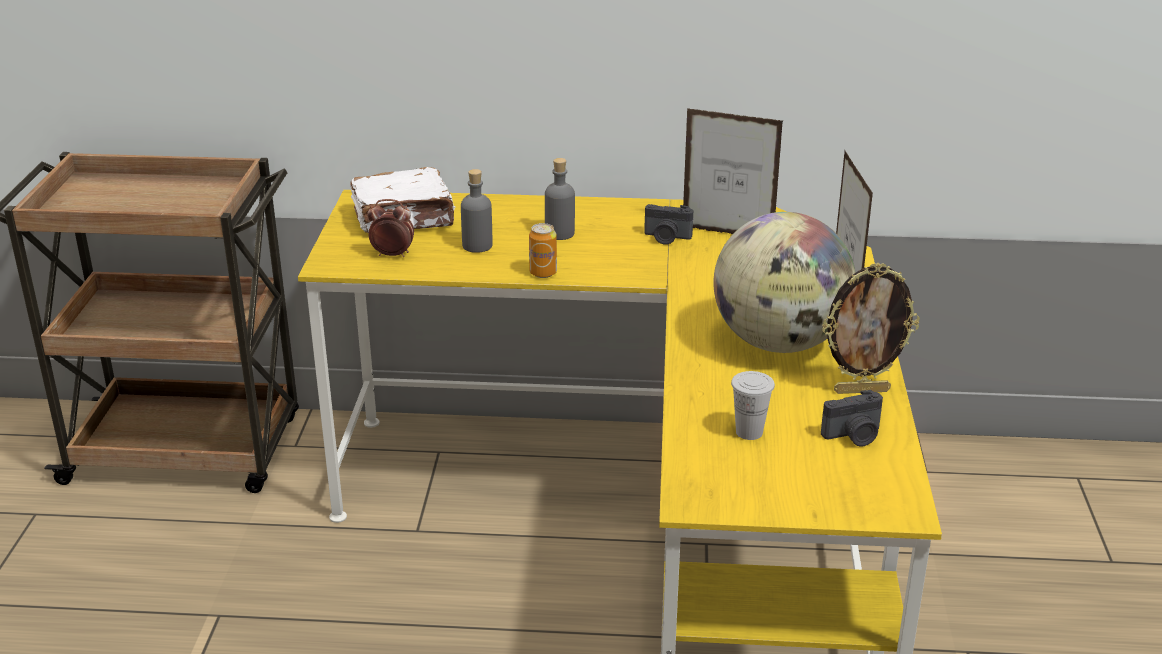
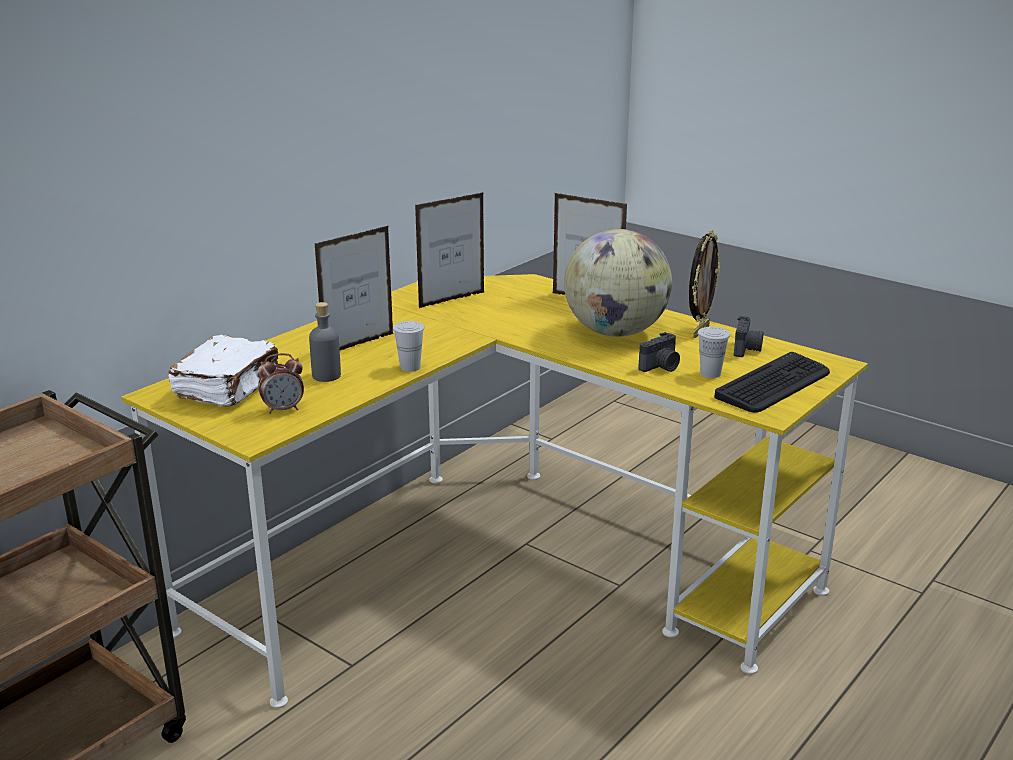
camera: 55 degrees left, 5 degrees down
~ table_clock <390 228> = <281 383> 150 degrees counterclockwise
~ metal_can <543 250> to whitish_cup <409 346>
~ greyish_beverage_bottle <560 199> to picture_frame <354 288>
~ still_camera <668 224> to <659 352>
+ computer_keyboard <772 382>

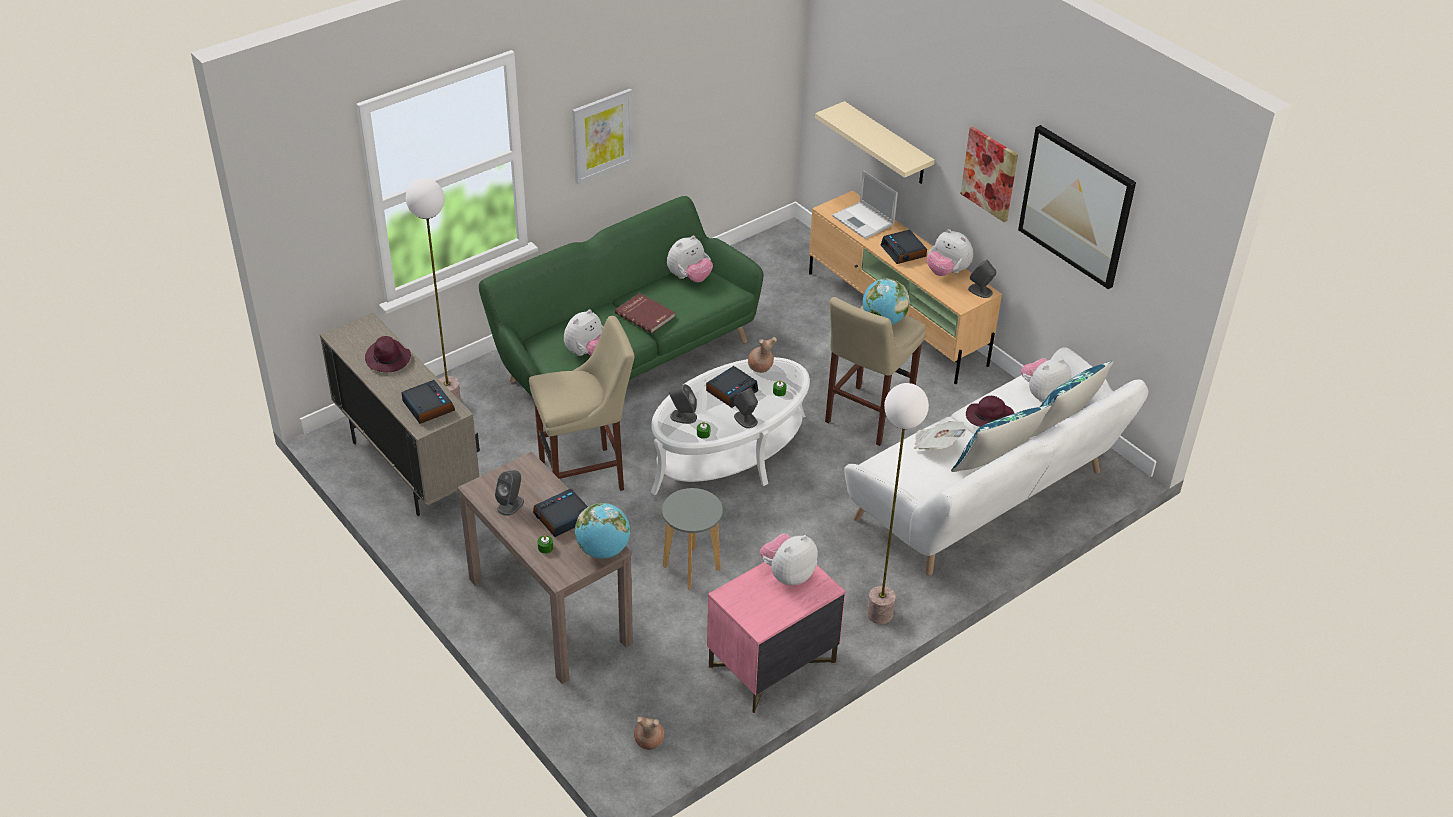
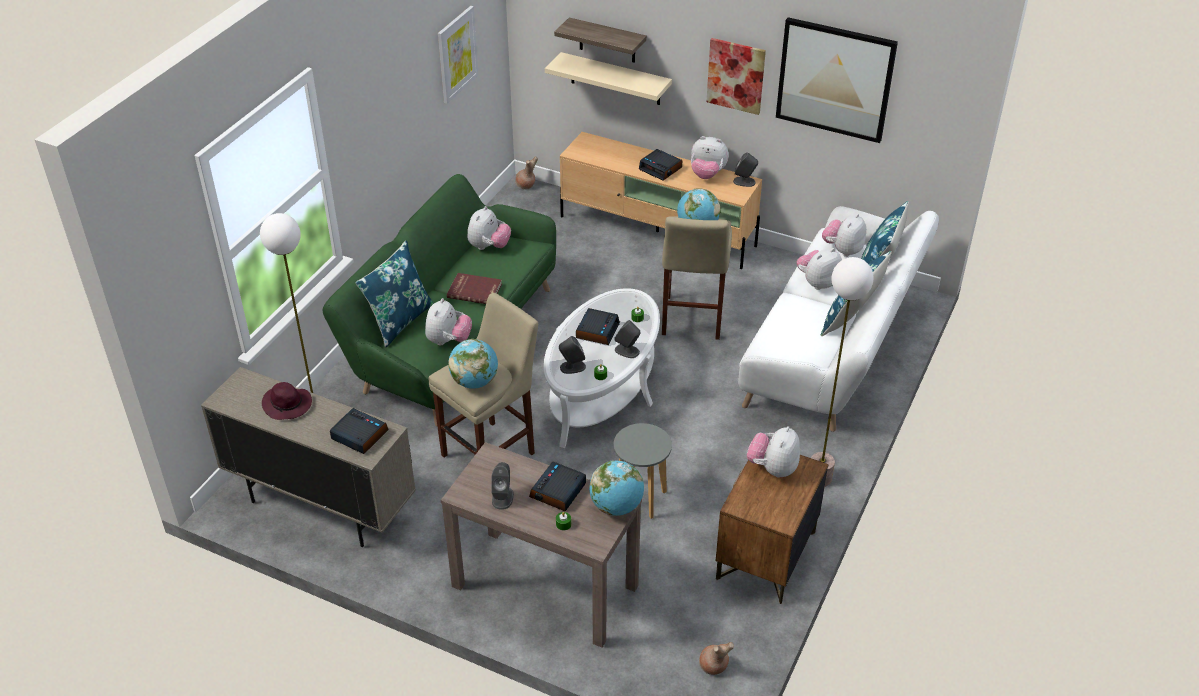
camera: 25 degrees left, 0 degrees up
~ wall_picture <603 136> to <458 55>
~ pink-coloured_night_table <776 637> to brown-coloured_night_table <772 529>
~ brown-coloured_vase <762 355> to <526 172>
- notebook_computer <865 204>
- newspaper <940 435>
~ purplish_hat <990 411> to soft_toy <819 269>
+ blue_pillow <395 294>
+ world_globe <473 364>
+ wall_shelf <600 40>

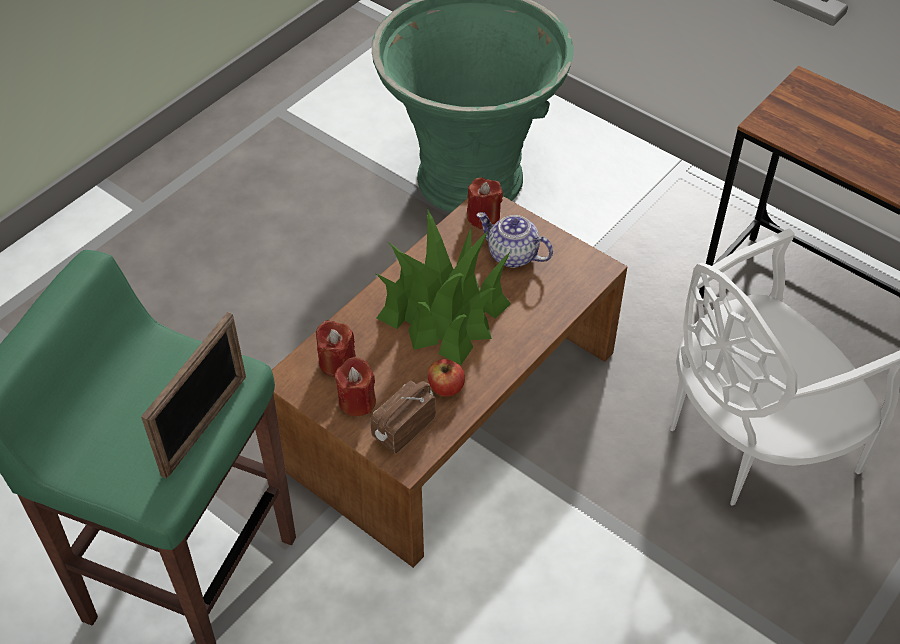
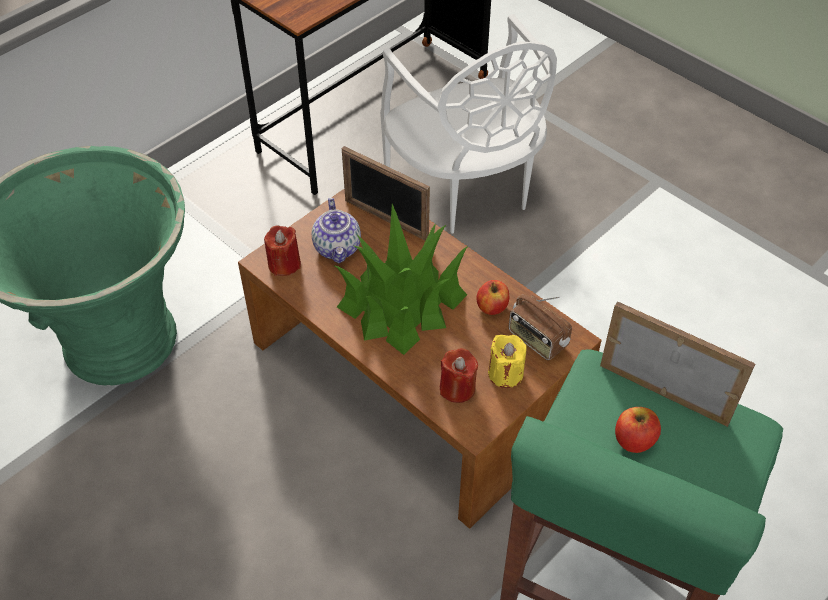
camera: 85 degrees left, 0 degrees up
~ red_candle <355 387> to yellow_candle <507 361>
~ pot_for_tea <514 240> = <336 230> 45 degrees counterclockwise
+ picture_frame <386 193>
+ apple_fruit <638 430>

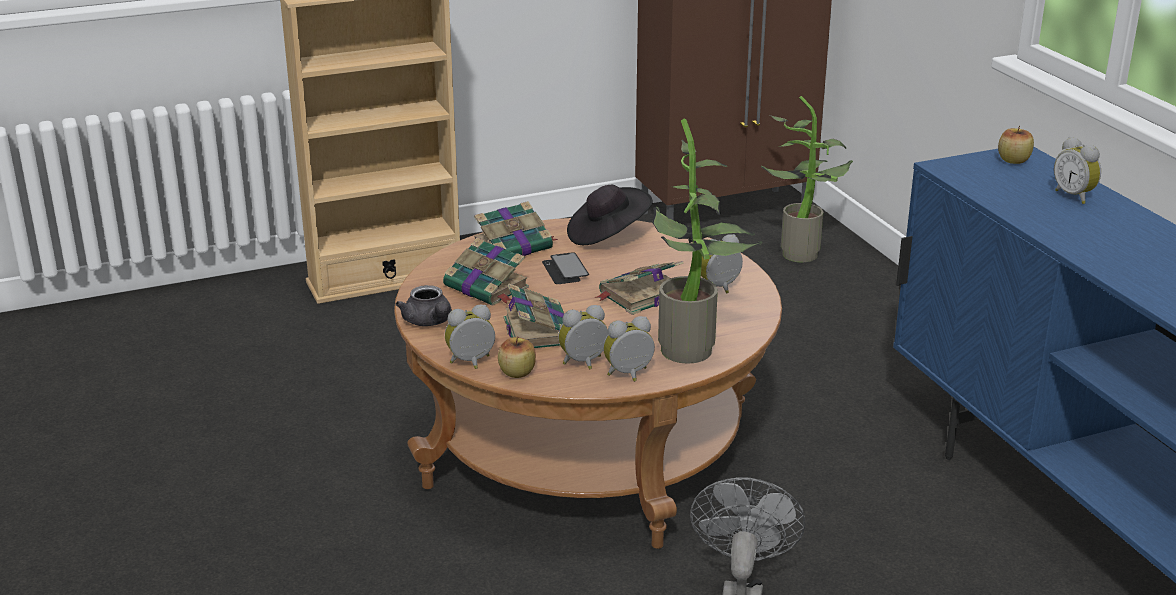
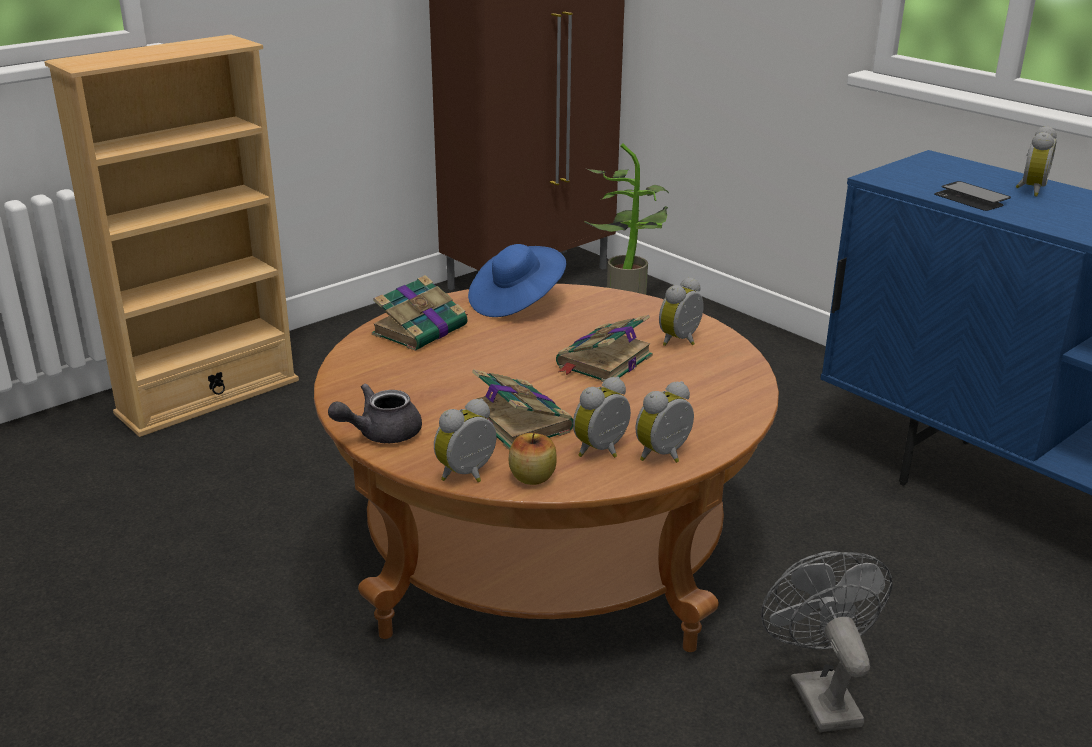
camera: 20 degrees left, 0 degrees up
~ greyish_pot_for_tea <423 305> = <375 413> 105 degrees clockwise
- book <486 272>
~ phone <565 268> to <972 196>
~ blackish_hat <610 215> to blue_hat <517 280>
- plant_in_a_pot <707 241>
- apple_fruit <1016 145>
~ table_clock <1077 170> = <1036 161> 105 degrees counterclockwise

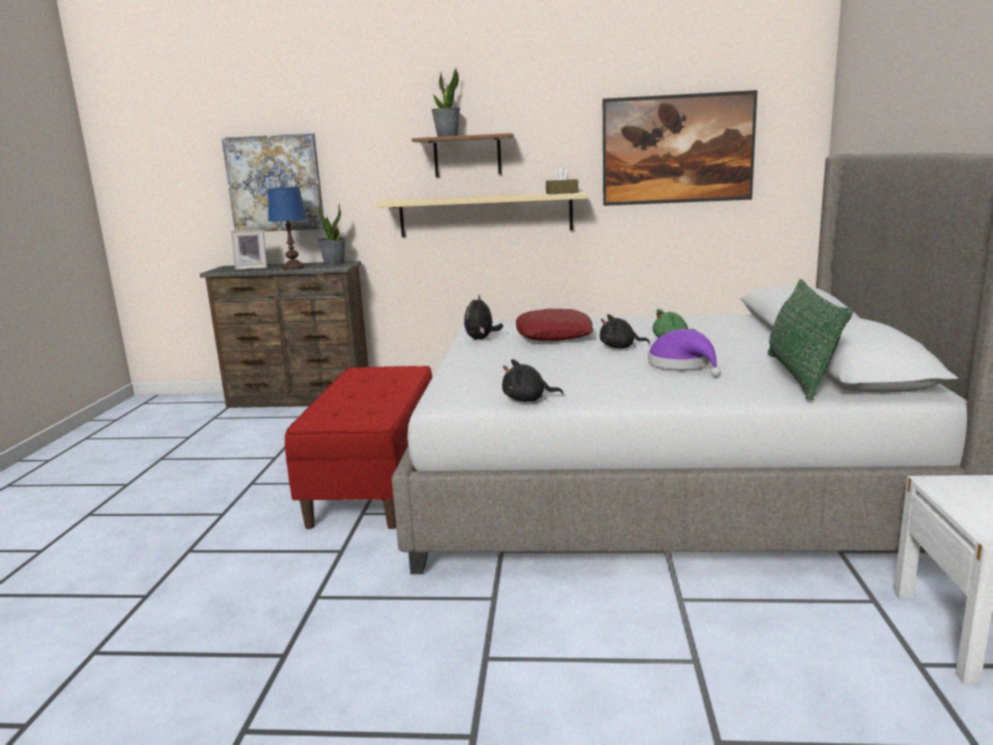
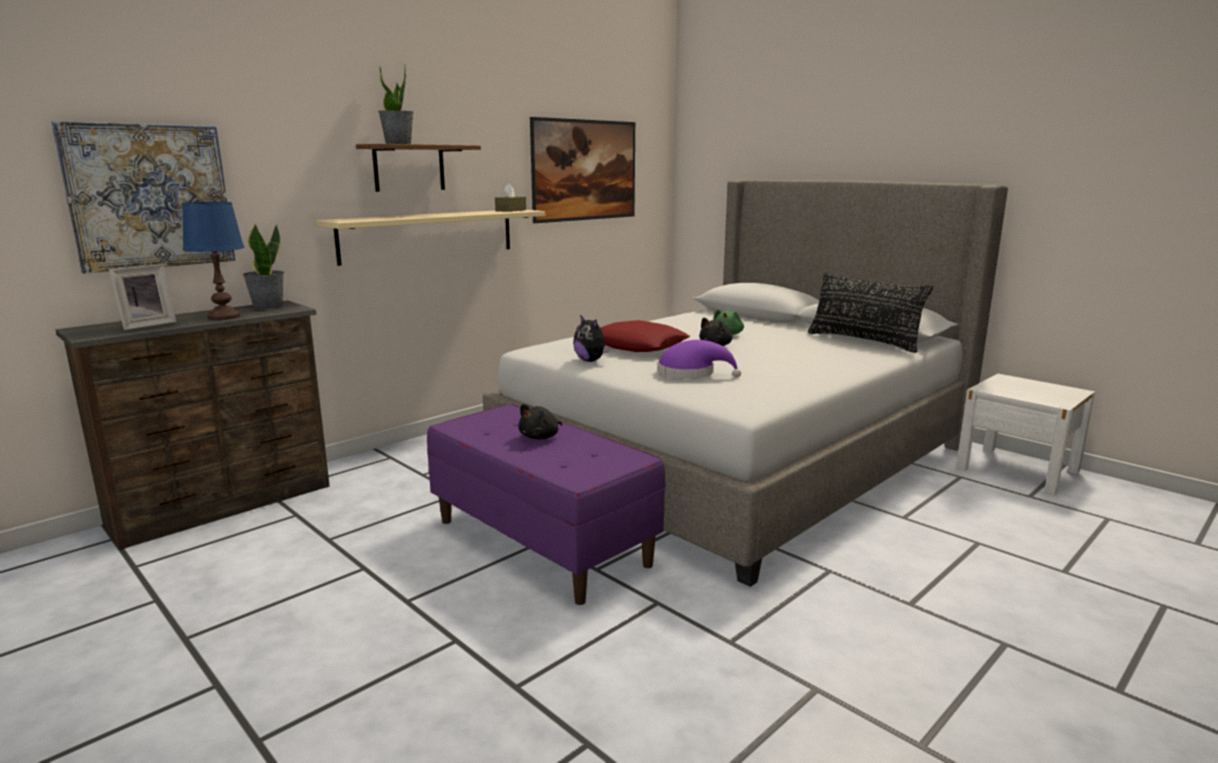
camera: 50 degrees left, 0 degrees up
~ red_bench <358 447> to purplish_bench <546 504>
~ blackish_soft_toy <533 380> to <540 421>
~ purplish_hat <684 353> to <699 359>
~ green_pillow <810 339> to blackish_pillow <870 313>

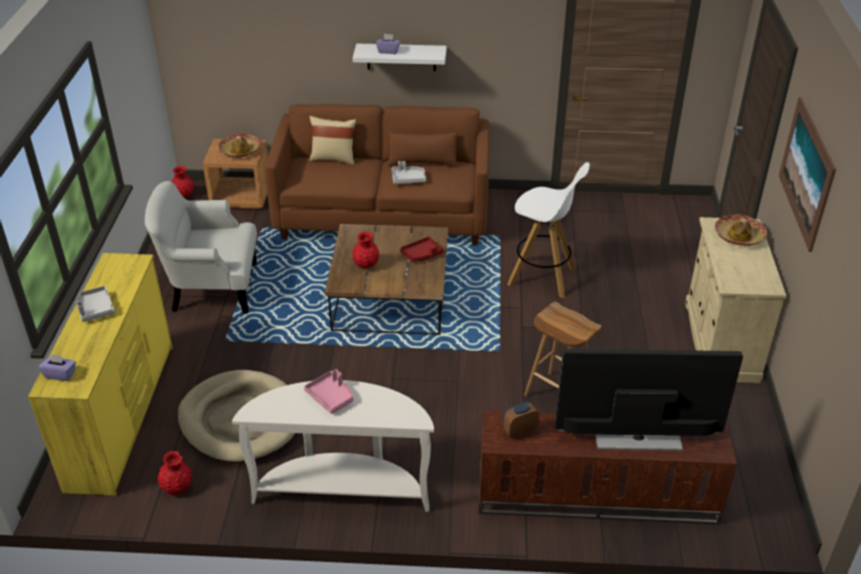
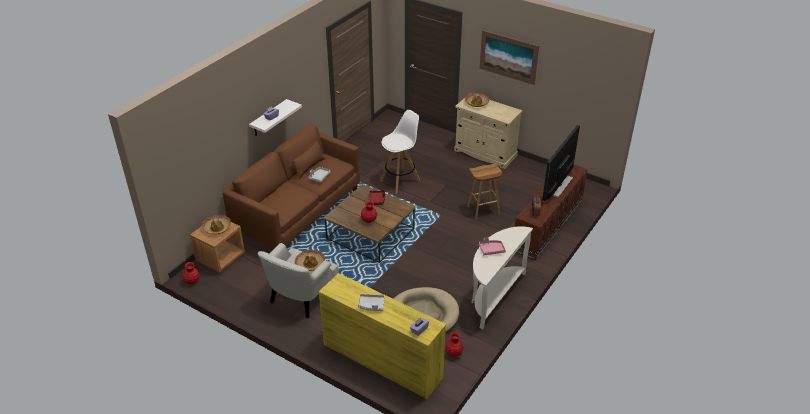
camera: 60 degrees left, 0 degrees up
- beige-coloured_pillow <332 140>
+ hat <310 260>

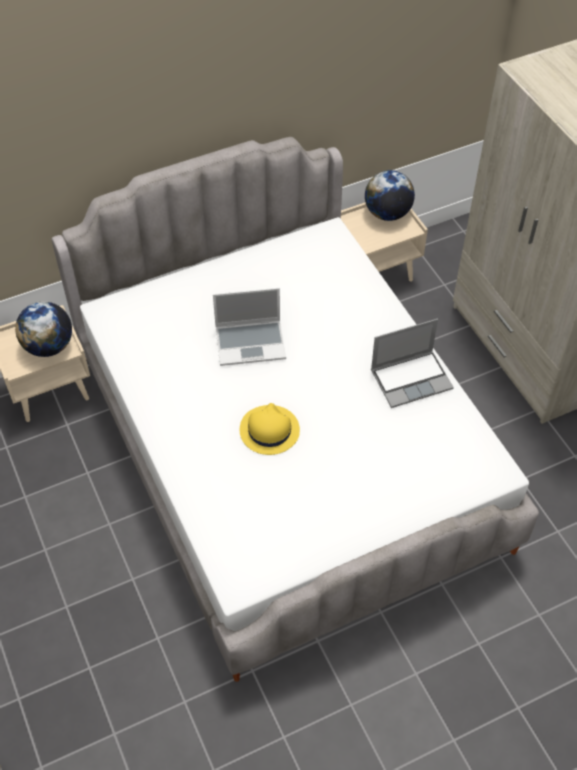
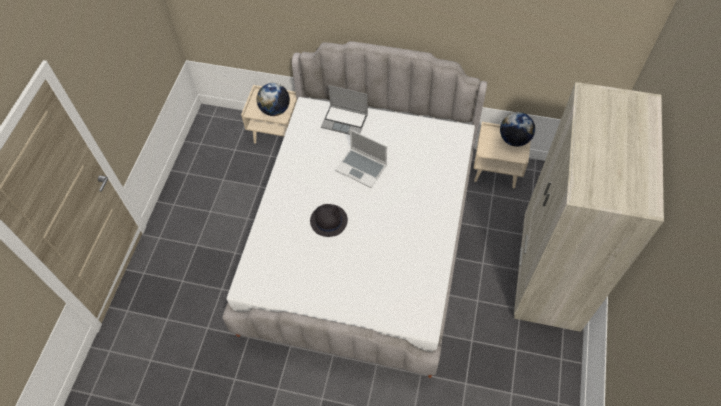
camera: 40 degrees right, 5 degrees up
~ yellow_hat <270 429> to blackish_hat <329 220>
~ notebook_computer <412 363> to <344 110>

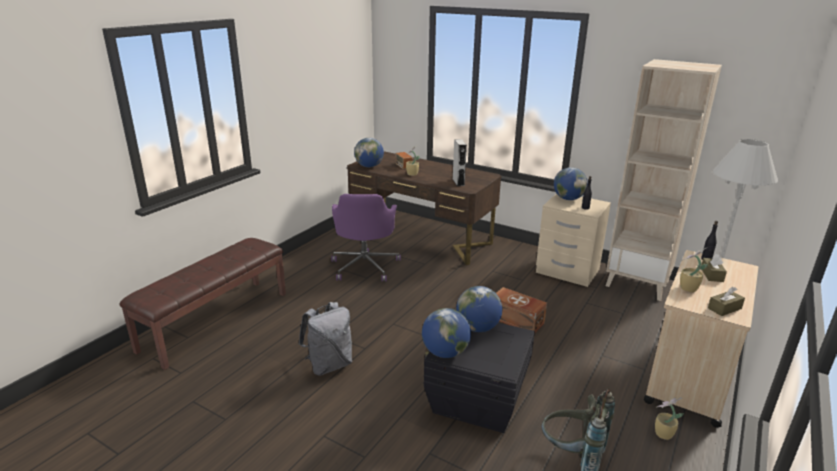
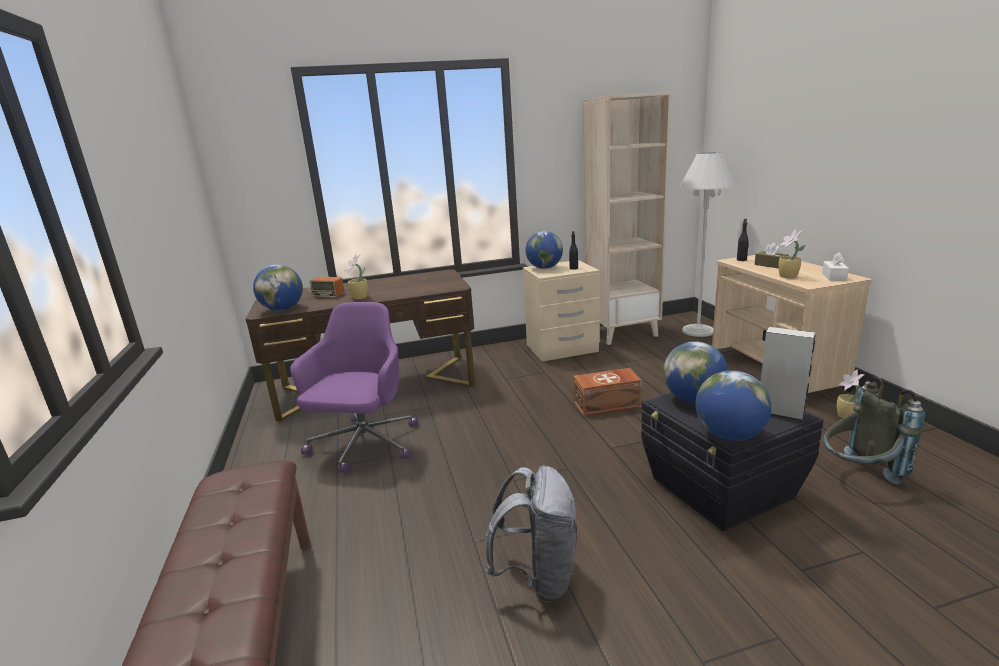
camera: 45 degrees left, 5 degrees down
~ purplish_desk_chair <366 238> = <354 387> 120 degrees counterclockwise
~ greyish_audio_speaker <459 162> to <788 374>
~ brown-coloured_tissue_box <726 301> to whitish_tissue_box <835 266>

